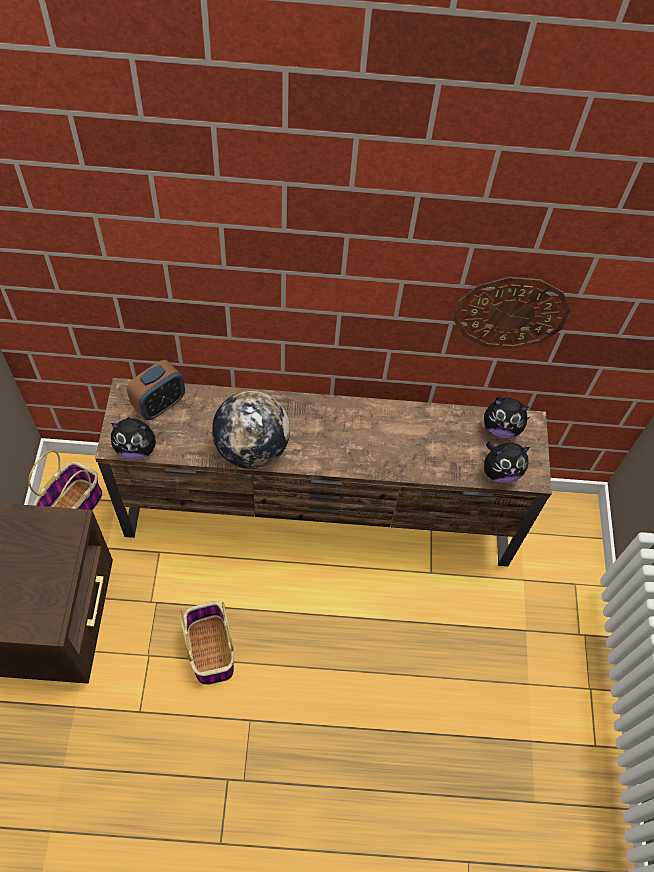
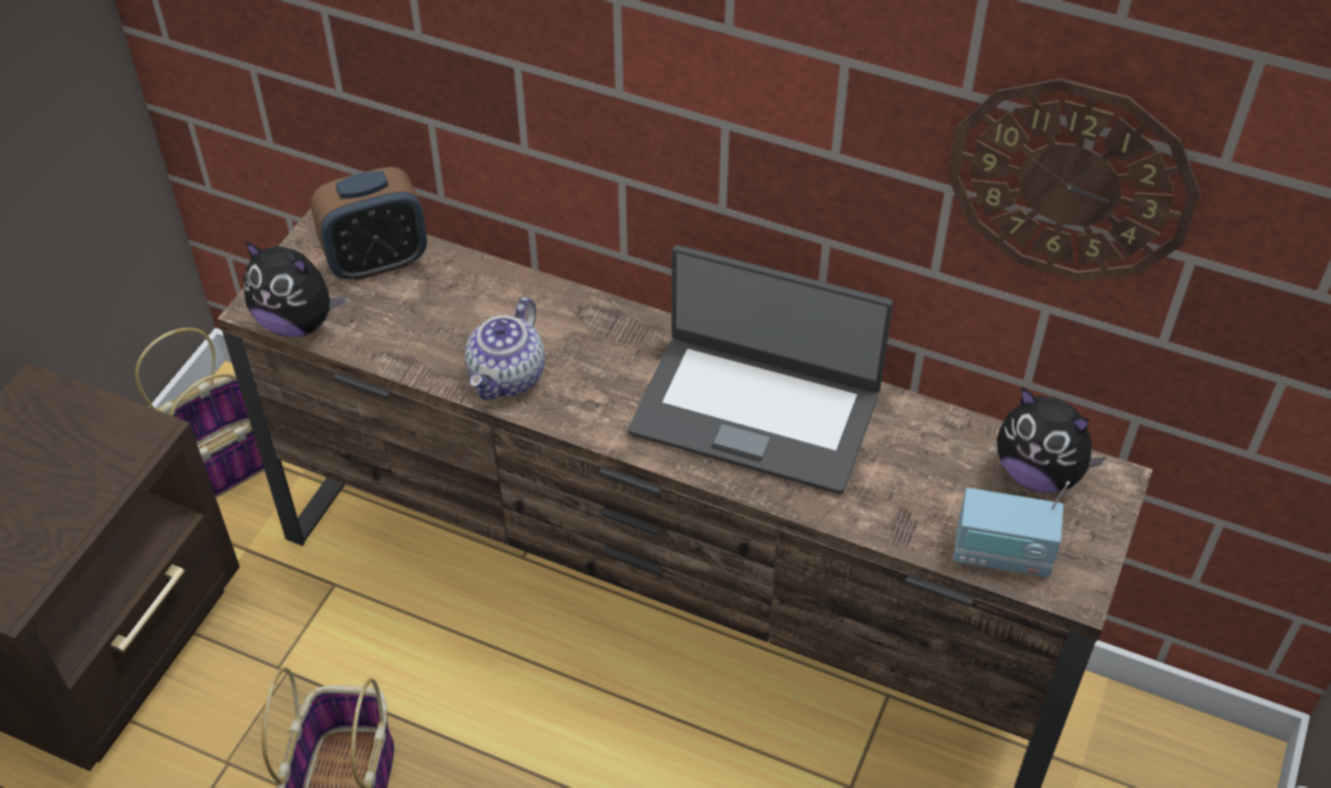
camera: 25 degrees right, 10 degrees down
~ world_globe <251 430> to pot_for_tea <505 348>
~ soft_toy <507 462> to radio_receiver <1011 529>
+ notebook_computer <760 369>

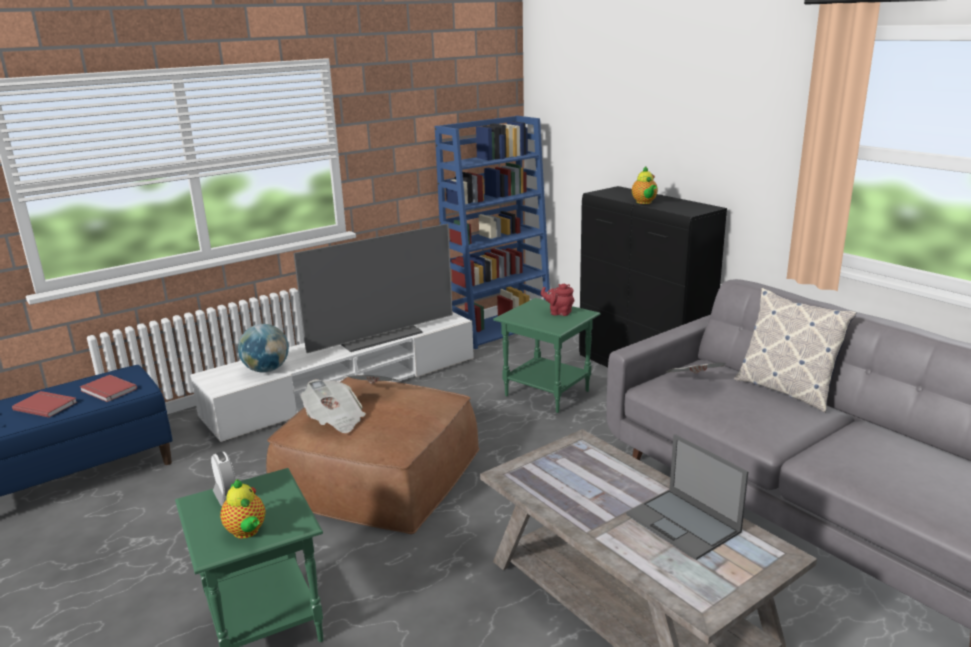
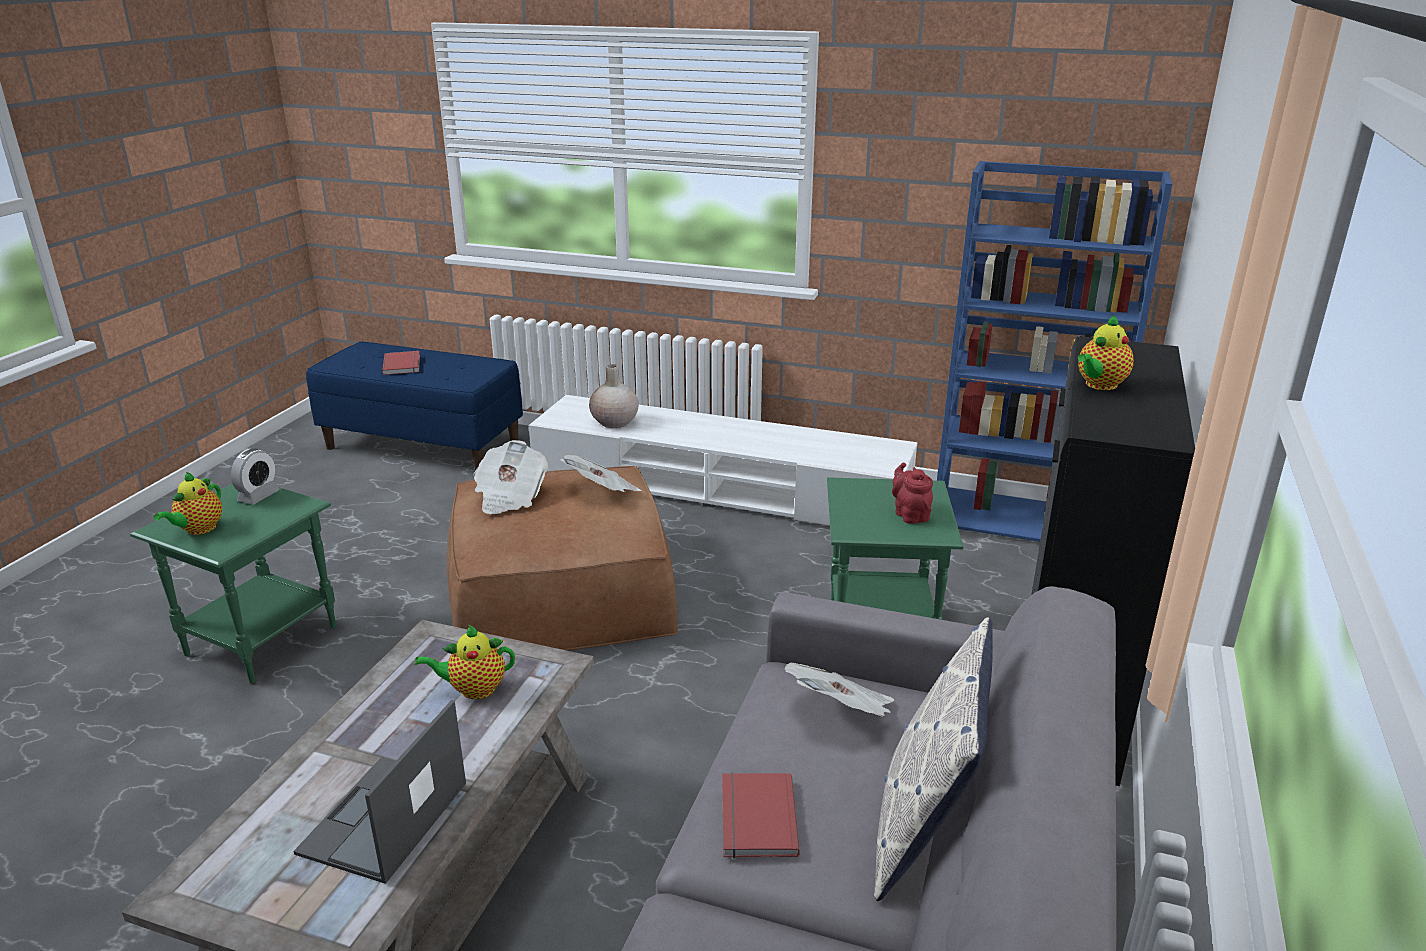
camera: 55 degrees right, 5 degrees up
~ red_book <108 388> to <761 815>
~ world_globe <263 348> to beige-coloured_vase <614 396>
- television <373 288>
+ pot_for_tea <465 662>

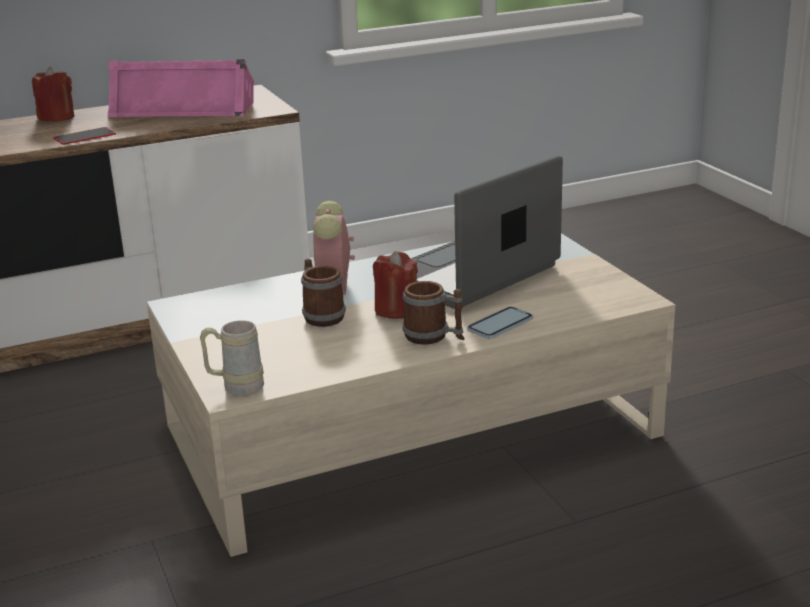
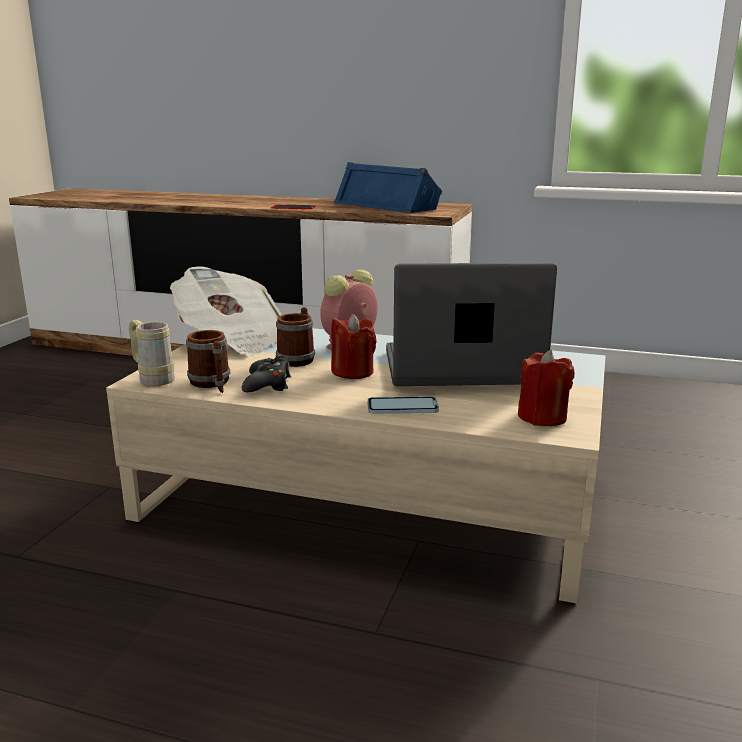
camera: 40 degrees right, 5 degrees down
~ red_candle <53 94> to <546 388>
~ pink-coloured_audio_speaker <181 88> to blue_audio_speaker <388 188>
~ mug <433 313> to <208 361>
+ newspaper <226 311>
+ blackish_joypad <266 373>

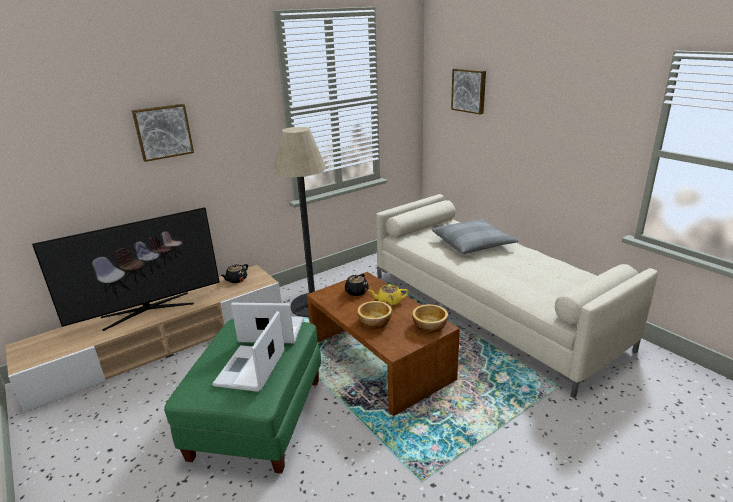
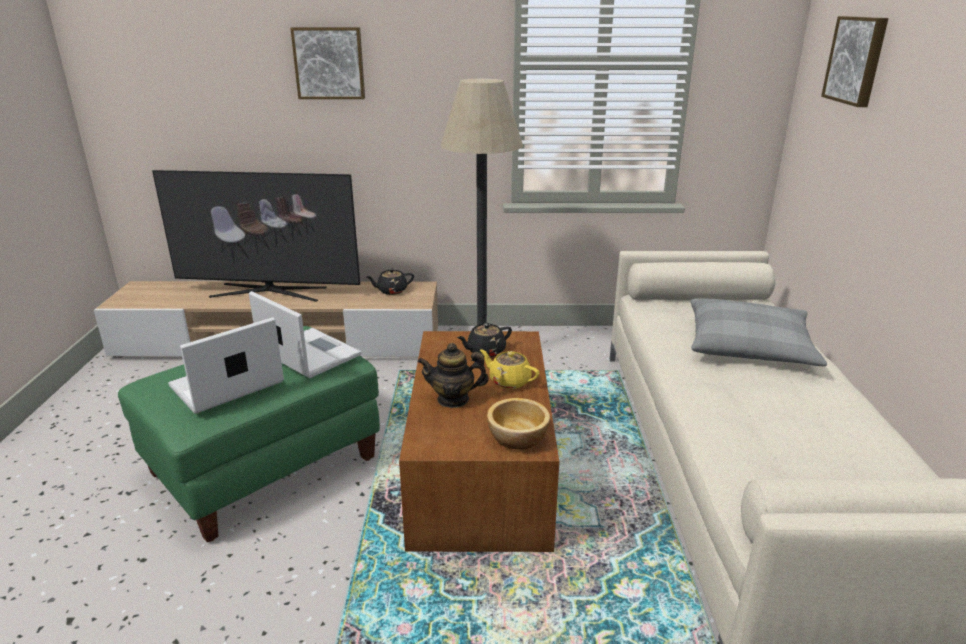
camera: 35 degrees right, 0 degrees up
~ deep_dish <374 315> to pot_for_tea <453 375>

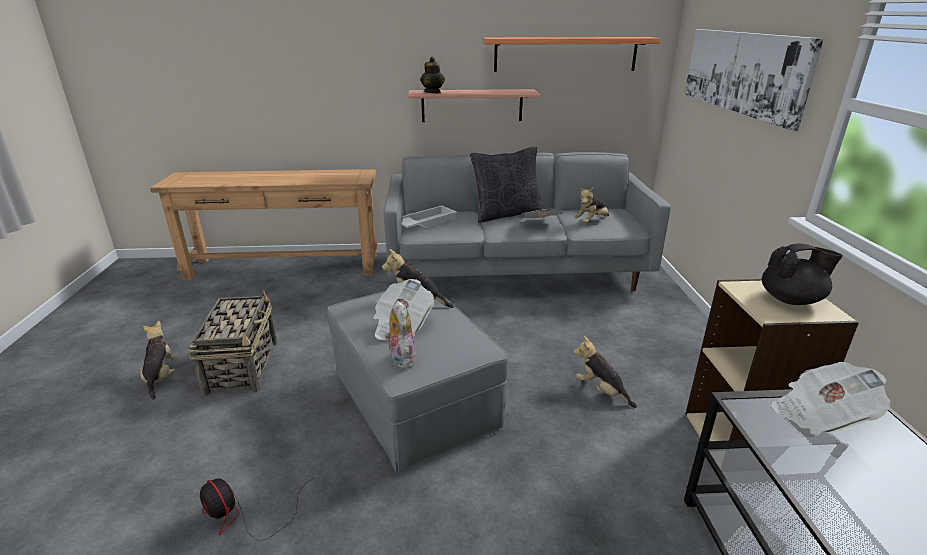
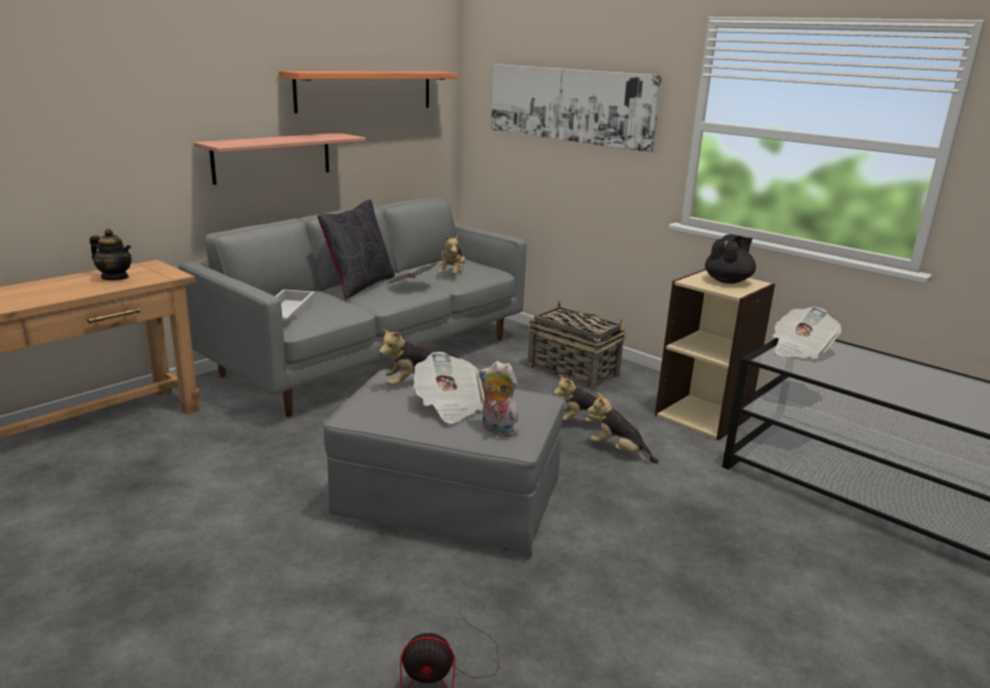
camera: 45 degrees left, 5 degrees down
~ soft_toy <159 360> to <623 428>
~ basket <232 343> to <577 346>
~ pot_for_tea <432 75> to <111 254>

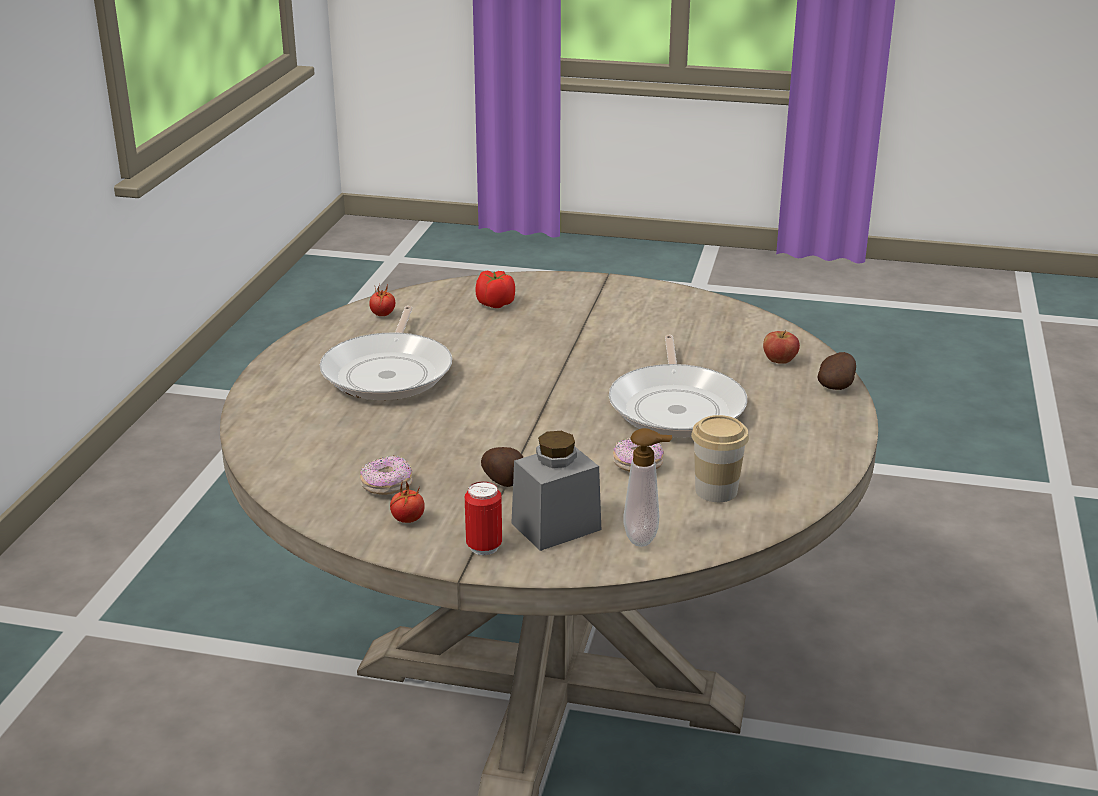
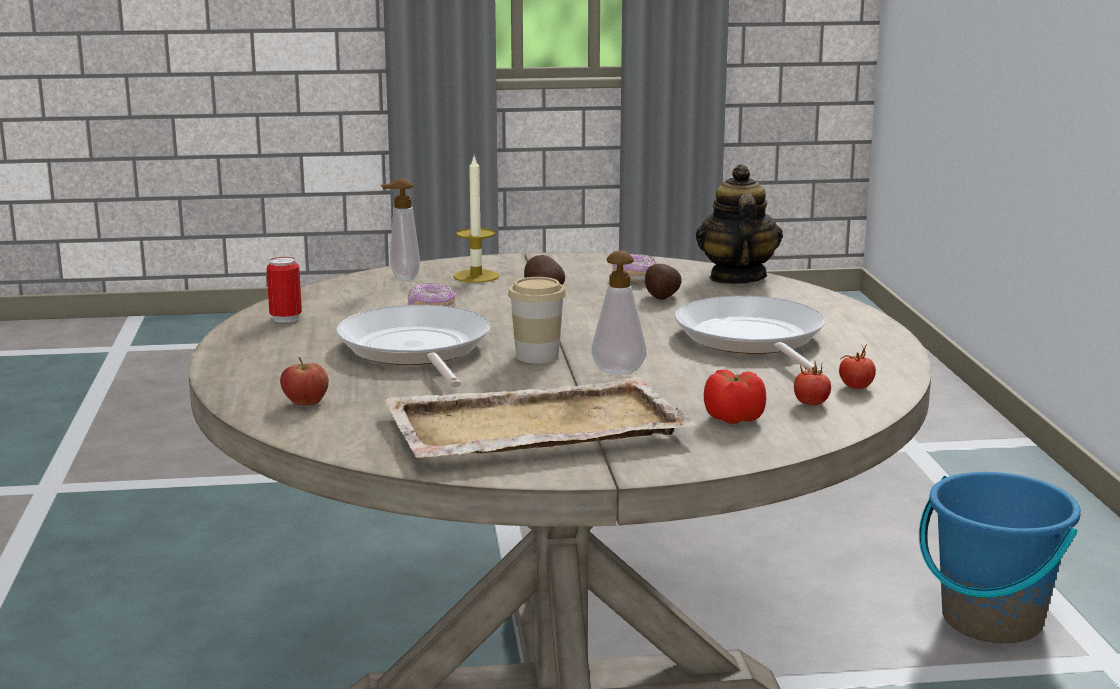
camera: 160 degrees right, 10 degrees down
~ tomato <407 502> to <812 384>
~ metal_can <483 518> to <284 290>
~ greyish_preserve_jar <556 491> to candle <476 220>
~ cup <720 458> to <537 320>
~ whole_potato <837 371> to <663 281>
+ beige-coloured_serving_tray <540 417>
+ soap_dispenser <618 312>
+ pot_for_tea <739 224>
+ blue_water_bucket <1000 557>

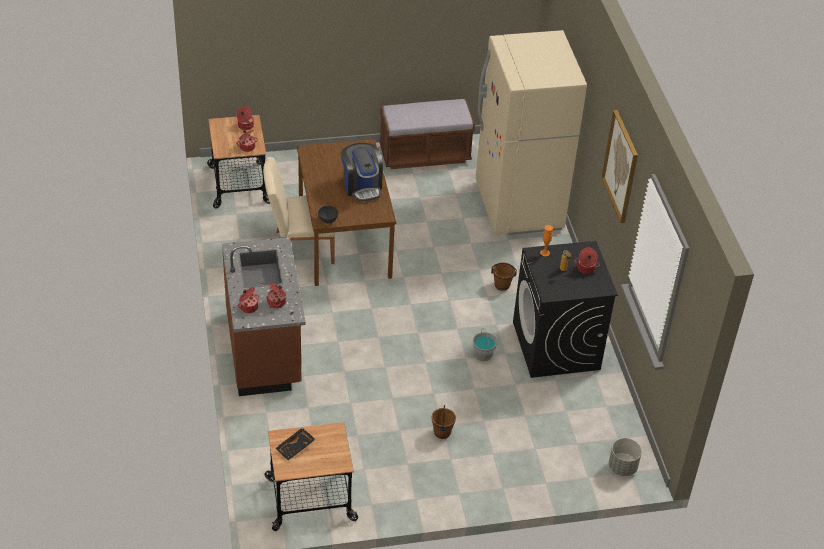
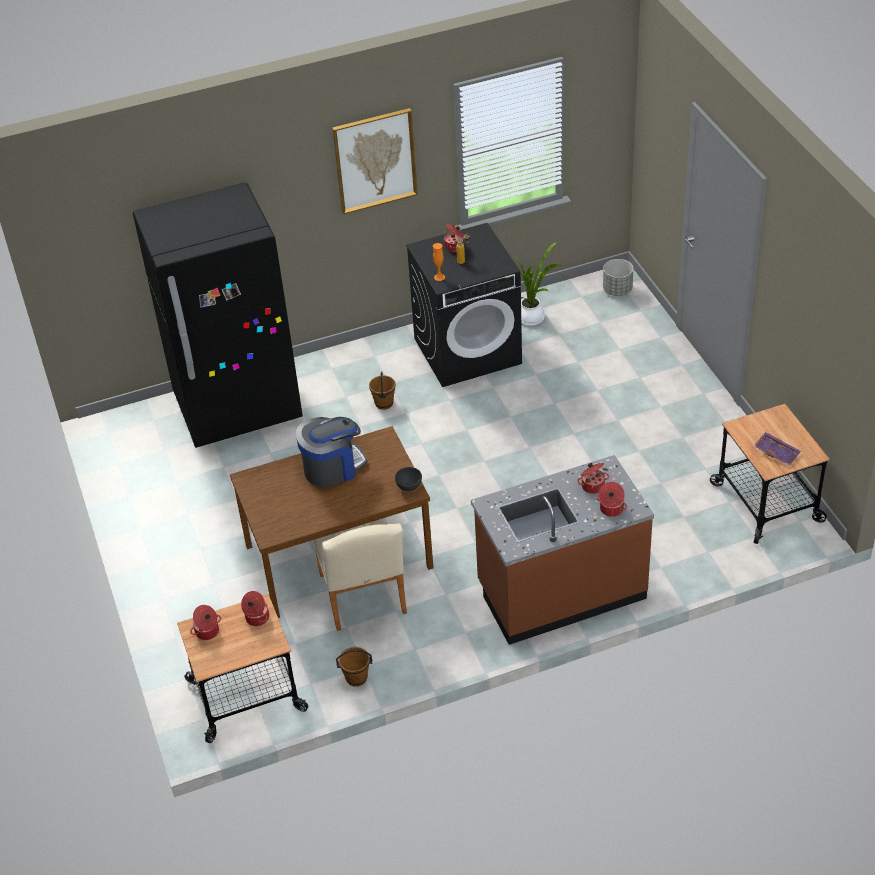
camera: 95 degrees left, 0 degrees up
~ blackish_serving_tray <295 444> to purplish_serving_tray <777 449>
- brown-coloured_bench <427 134>
~ brown-coloured_water_bucket <443 422> to <354 667>
- greyish_water_bucket <485 344>
~ beige-coloured_fridge <531 132> to blackish_fridge <218 315>
+ plant_in_a_pot <539 284>

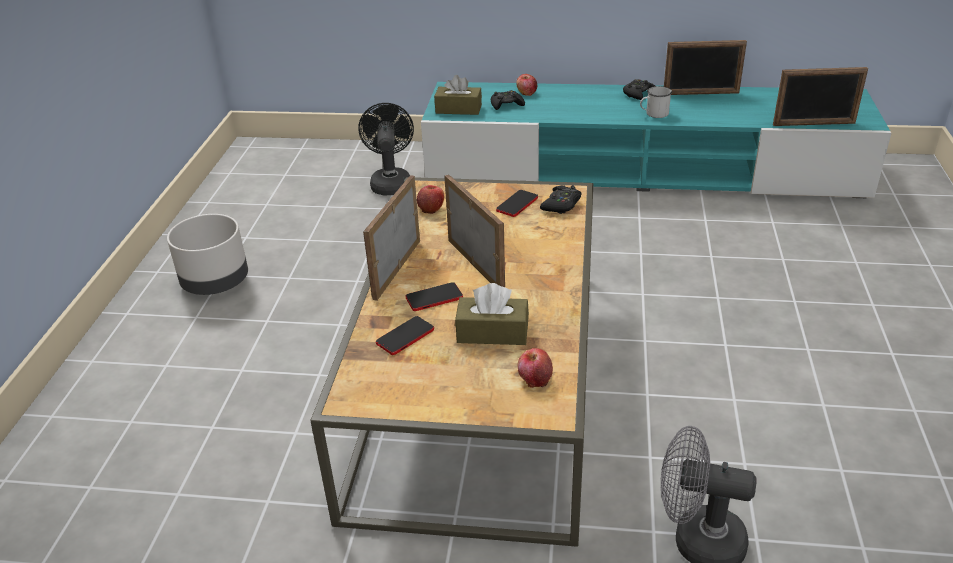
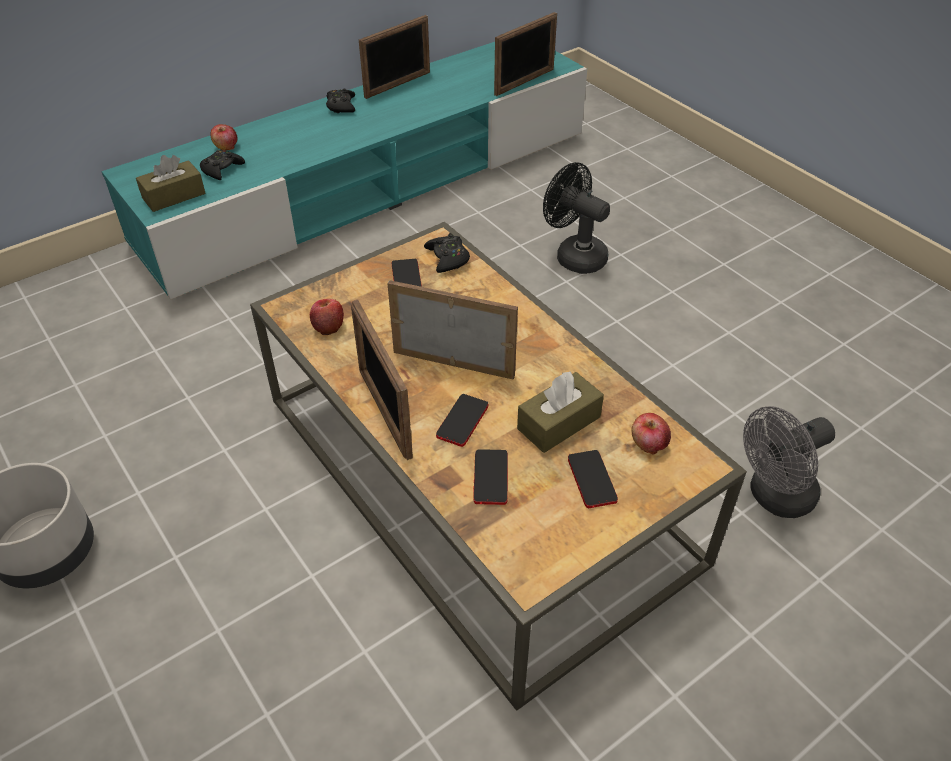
camera: 45 degrees left, 10 degrees up
~ blackish_cooling_fan <386 149> to <576 218>
- whitish_mug <656 102>
+ phone <593 479>

